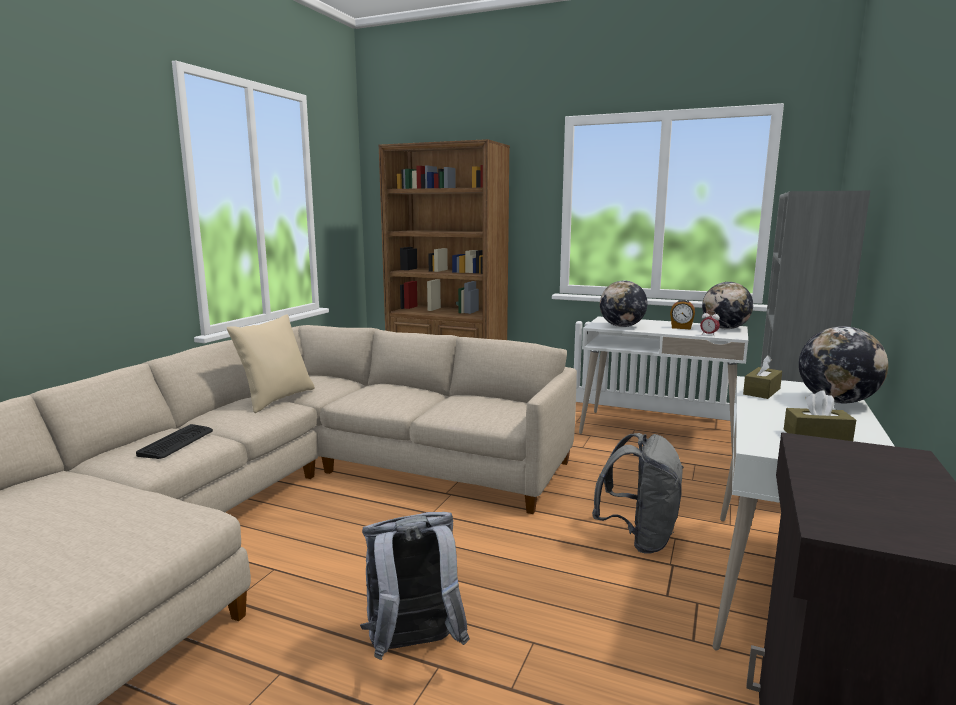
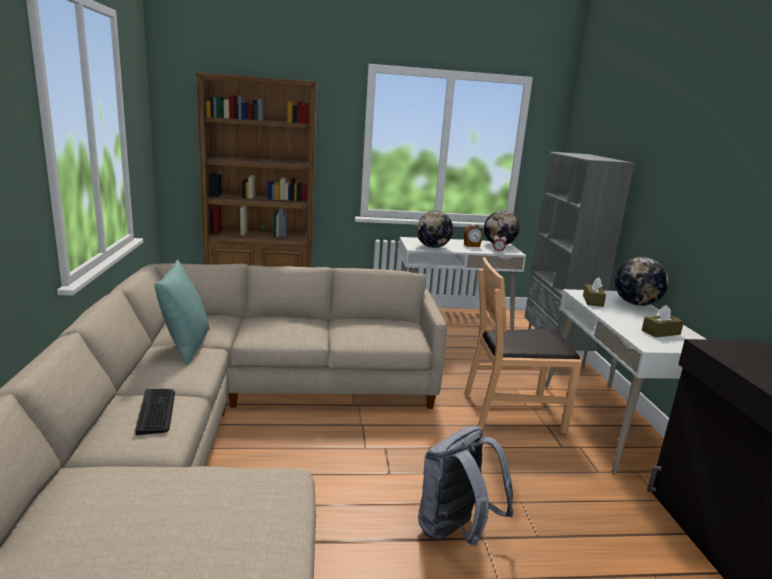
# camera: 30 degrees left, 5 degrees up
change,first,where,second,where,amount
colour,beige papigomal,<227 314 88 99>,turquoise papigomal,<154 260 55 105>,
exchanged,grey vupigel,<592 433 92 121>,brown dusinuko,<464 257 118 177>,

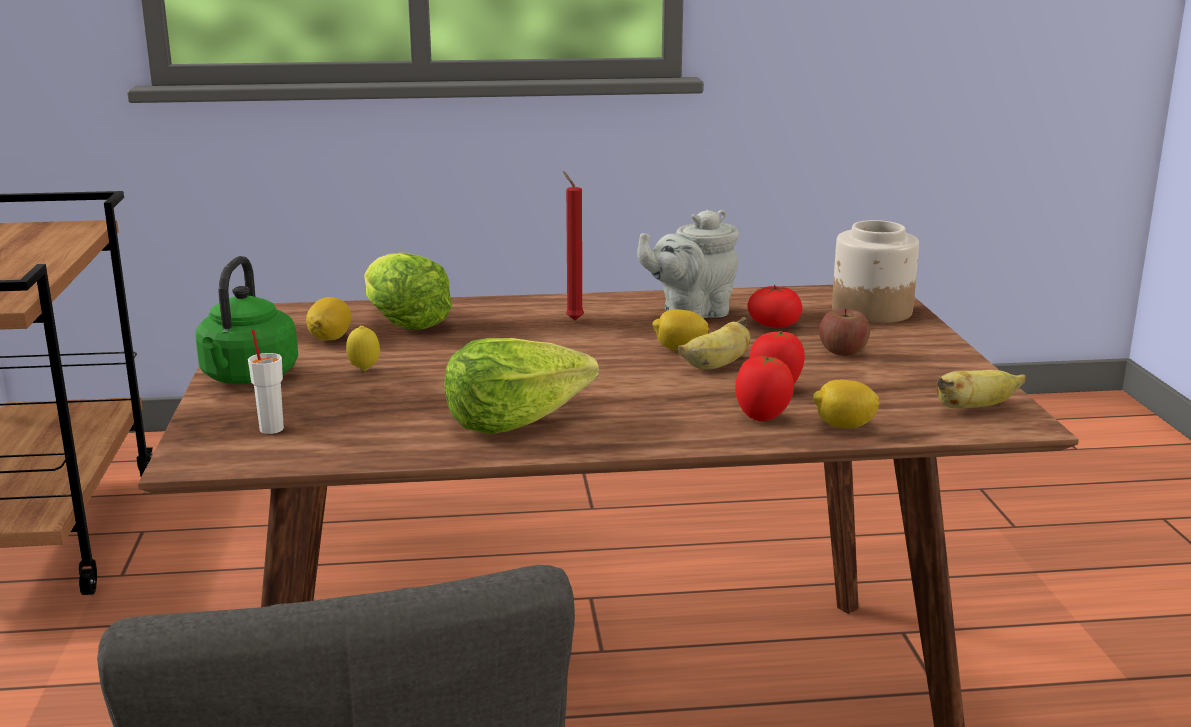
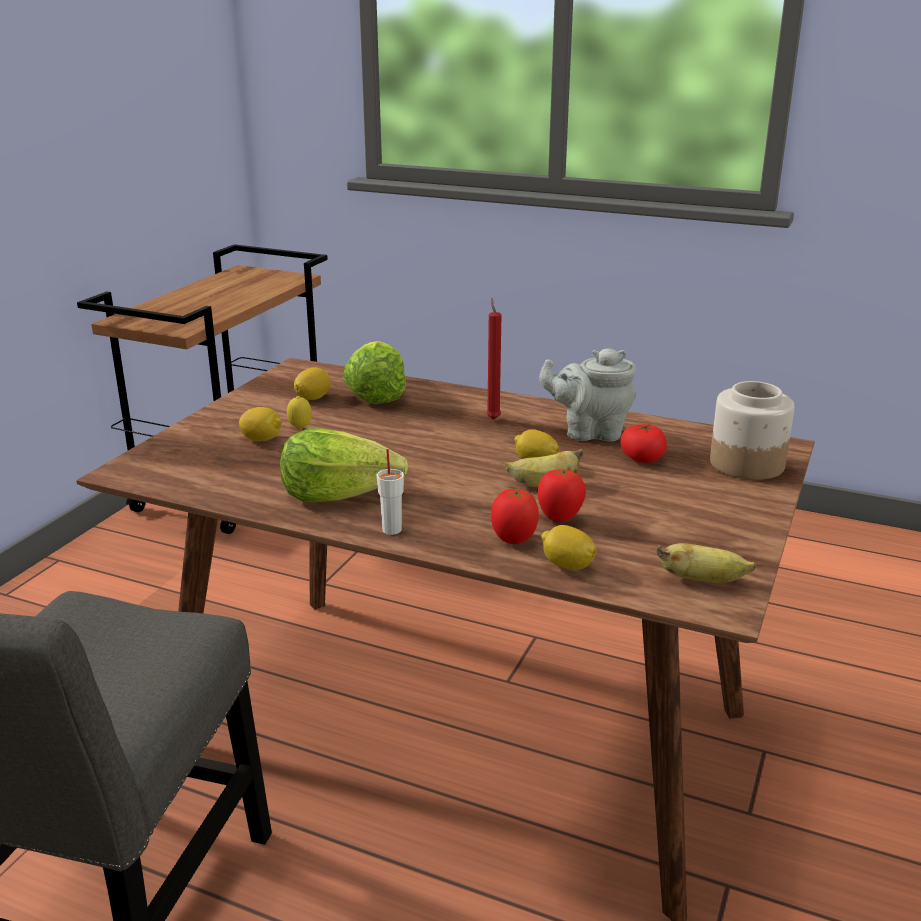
# camera: 30 degrees right, 5 degrees up
change,first,where,second,where,amount
missing,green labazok,<195 256 103 128>,,,
missing,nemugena,<819 309 51 47>,,,
relocated,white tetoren,<248 330 36 104>,,<377 449 27 86>,
appeared,,,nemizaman,<239 407 43 34>,

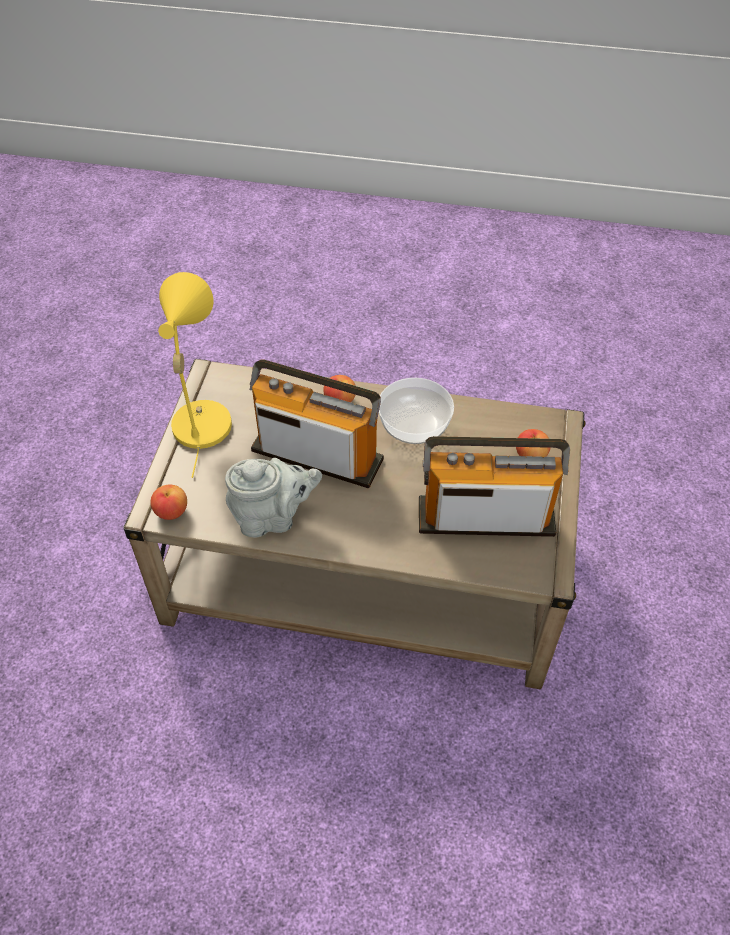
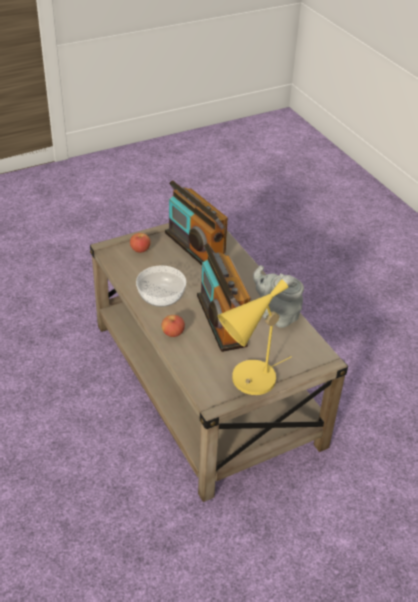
# camera: 130 degrees left, 10 degrees down
change,first,where,second,where,amount
missing,nemugena,<150 485 37 35>,,,

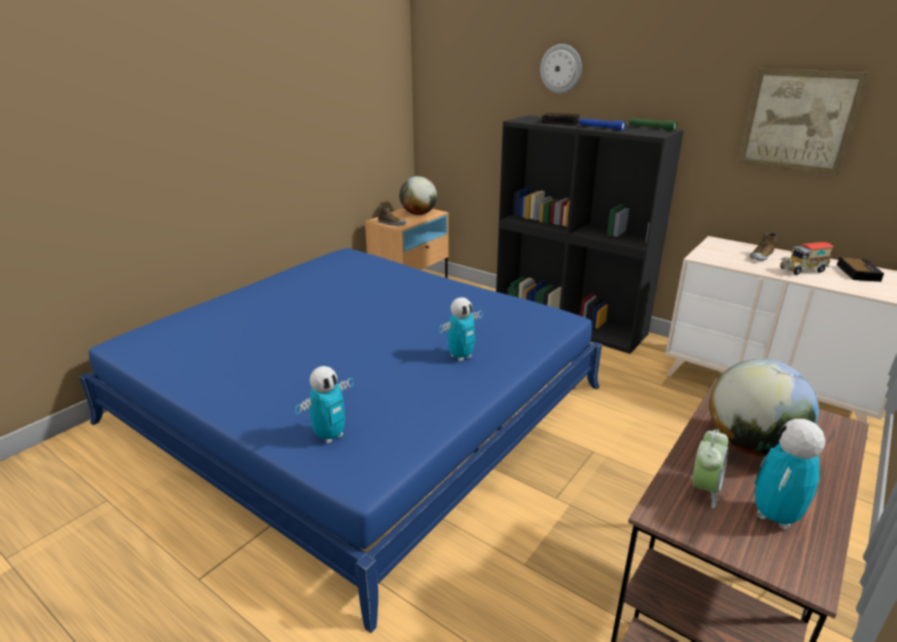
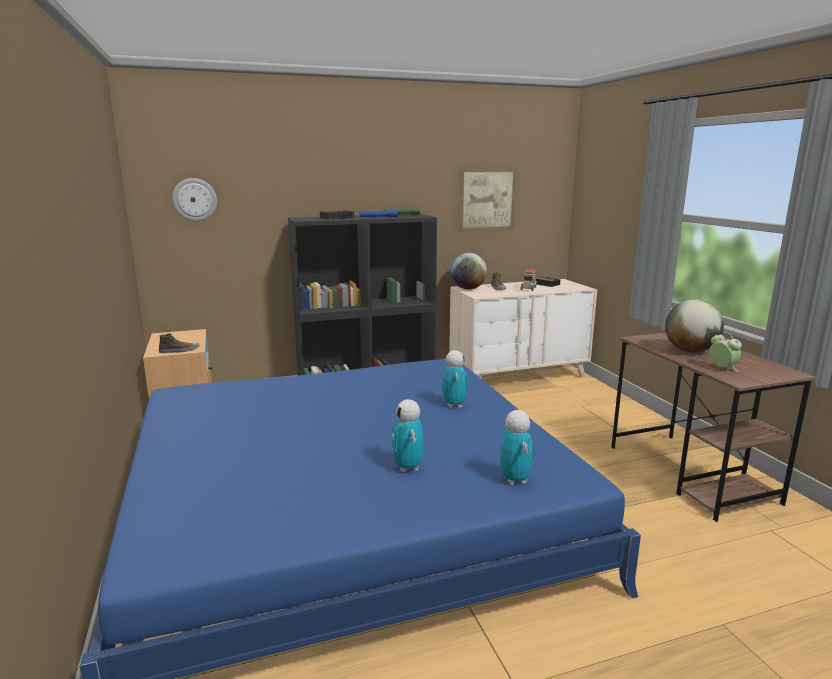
# camera: 55 degrees left, 10 degrees down
change,first,where,second,where,amount
relocated,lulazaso,<540 44 42 49>,,<172 178 45 43>,
relocated,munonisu,<399 176 38 39>,,<451 253 36 36>,
relocated,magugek,<754 419 71 111>,,<392 399 32 73>,

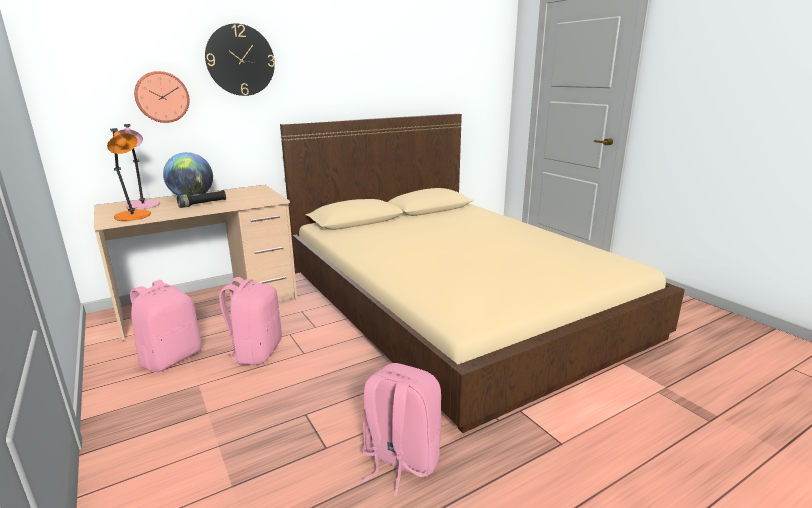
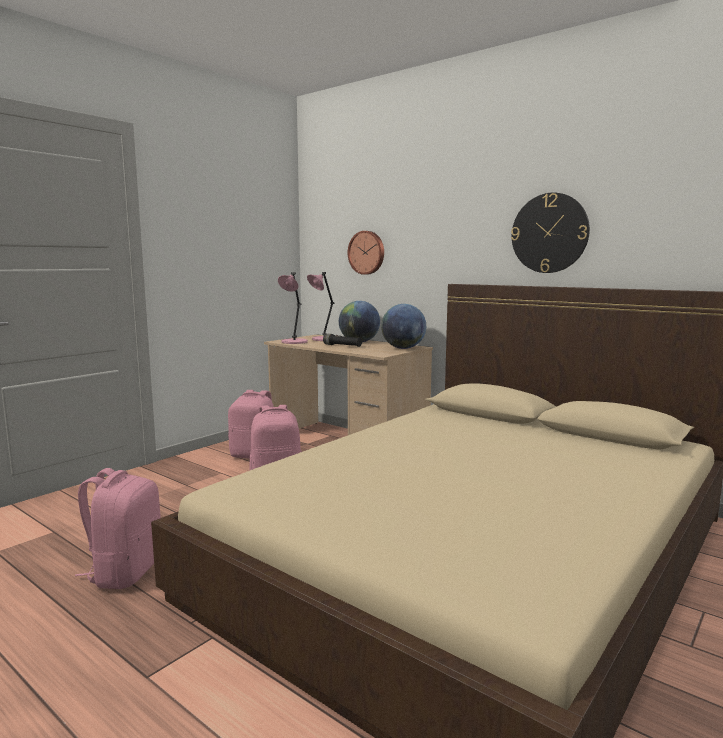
# camera: 70 degrees right, 10 degrees down
change,first,where,second,where,amount
relocated,lulazaso,<205 23 70 73>,,<511 193 79 80>,
colour,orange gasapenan,<107 128 44 93>,pink gasapenan,<278 272 30 72>,
appeared,,,munonisu,<381 304 45 45>,

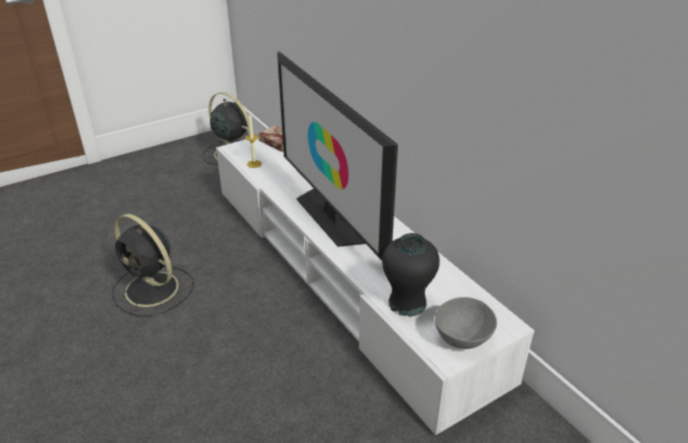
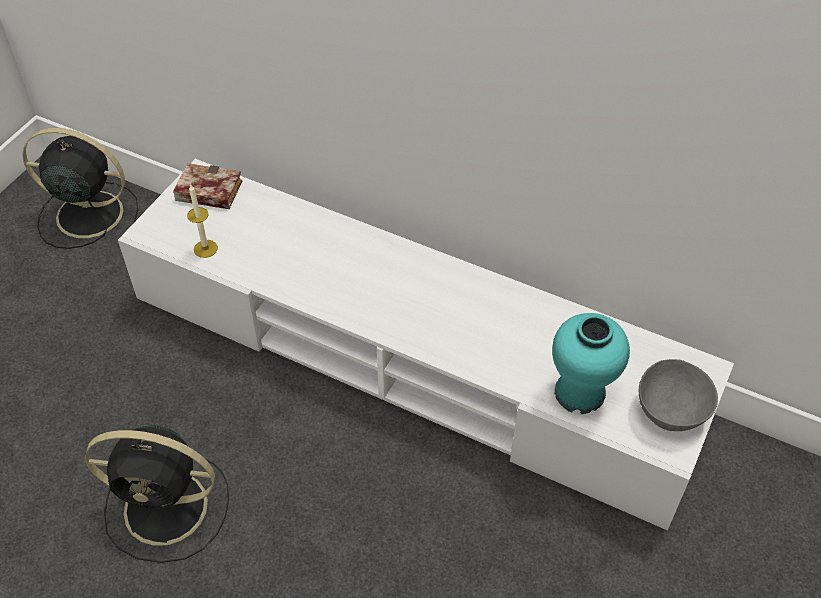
# camera: 30 degrees left, 15 degrees up
change,first,where,second,where,amount
missing,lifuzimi,<277 51 121 209>,,,
colour,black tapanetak,<382 233 58 84>,turquoise tapanetak,<552 313 78 101>,

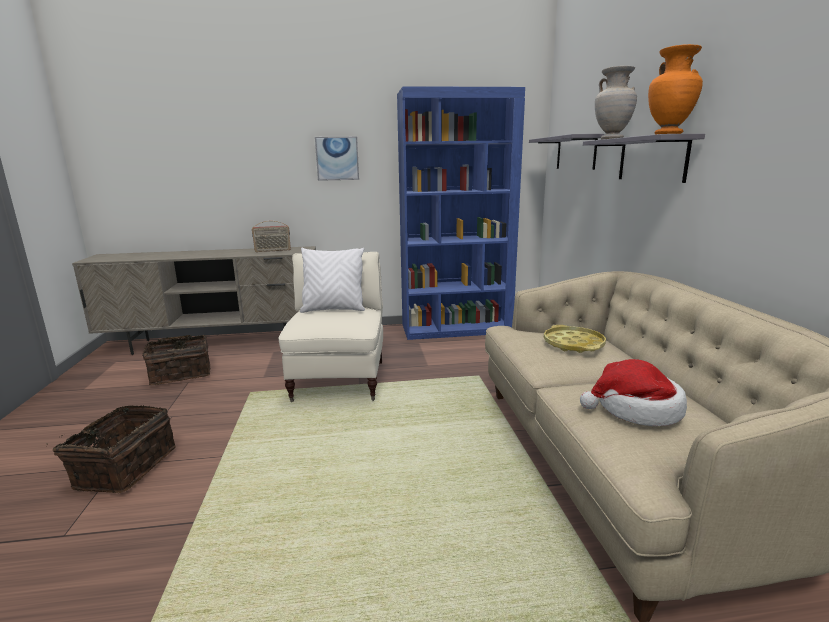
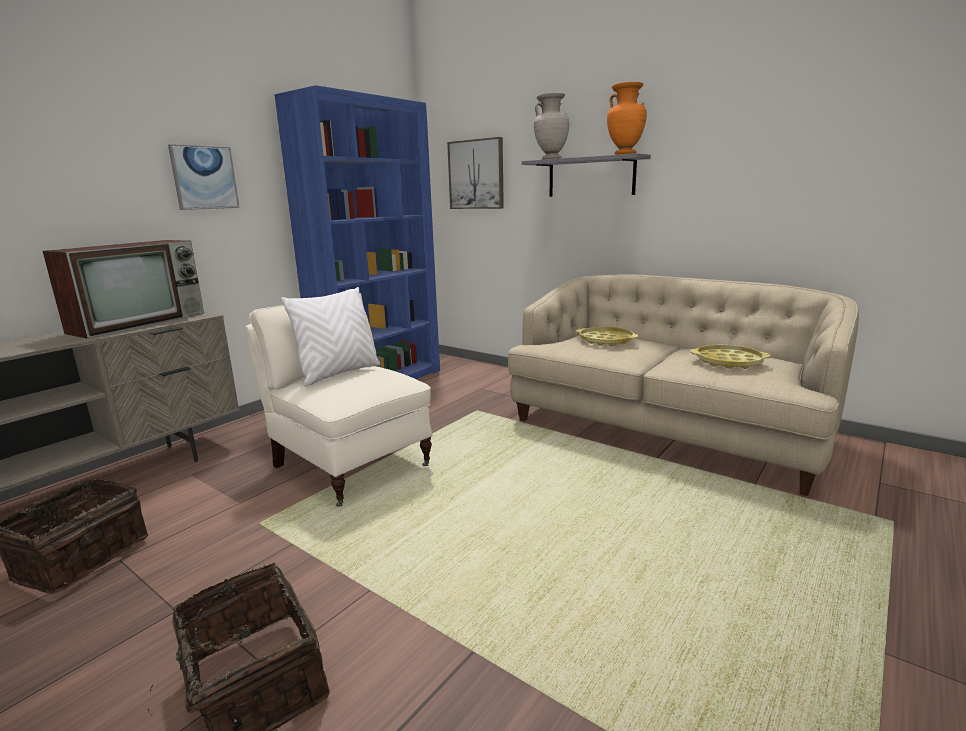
# camera: 45 degrees left, 0 degrees up
change,first,where,second,where,amount
exchanged,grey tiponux,<529 134 76 36>,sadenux,<447 137 57 72>,
exchanged,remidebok,<252 221 39 31>,lifuzimi,<43 240 161 99>,
exchanged,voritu,<580 359 107 67>,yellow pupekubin,<690 345 81 24>,

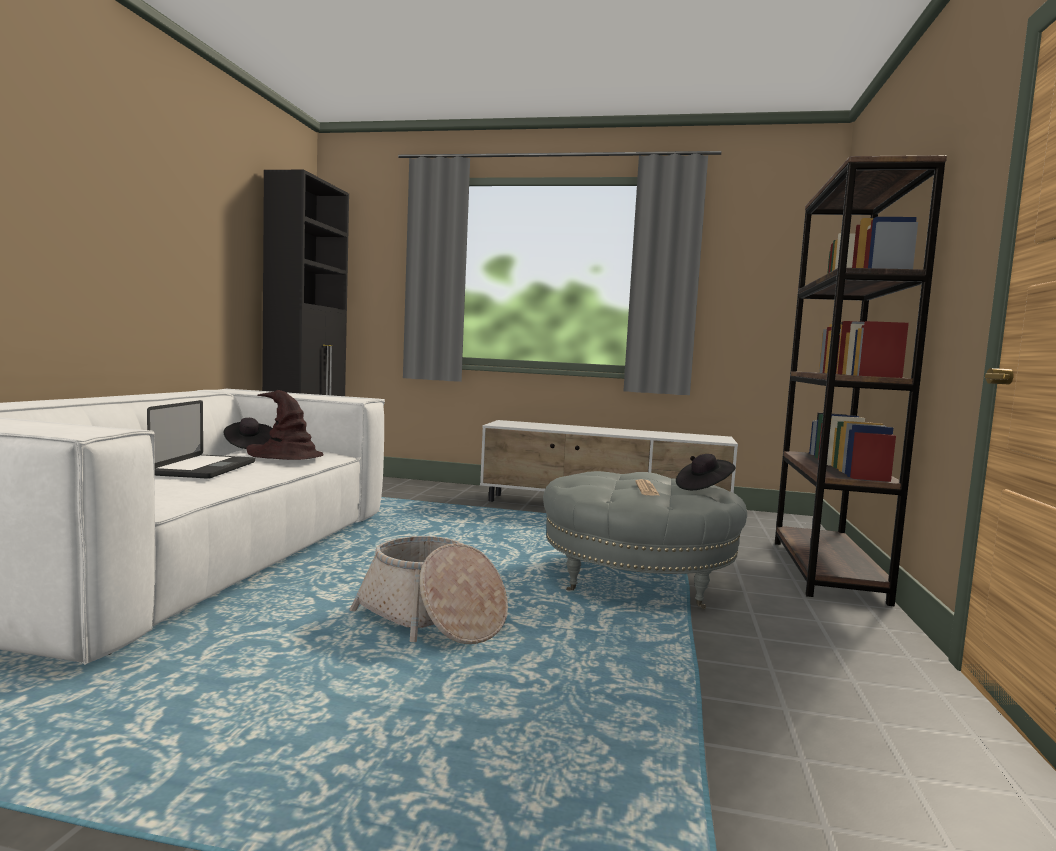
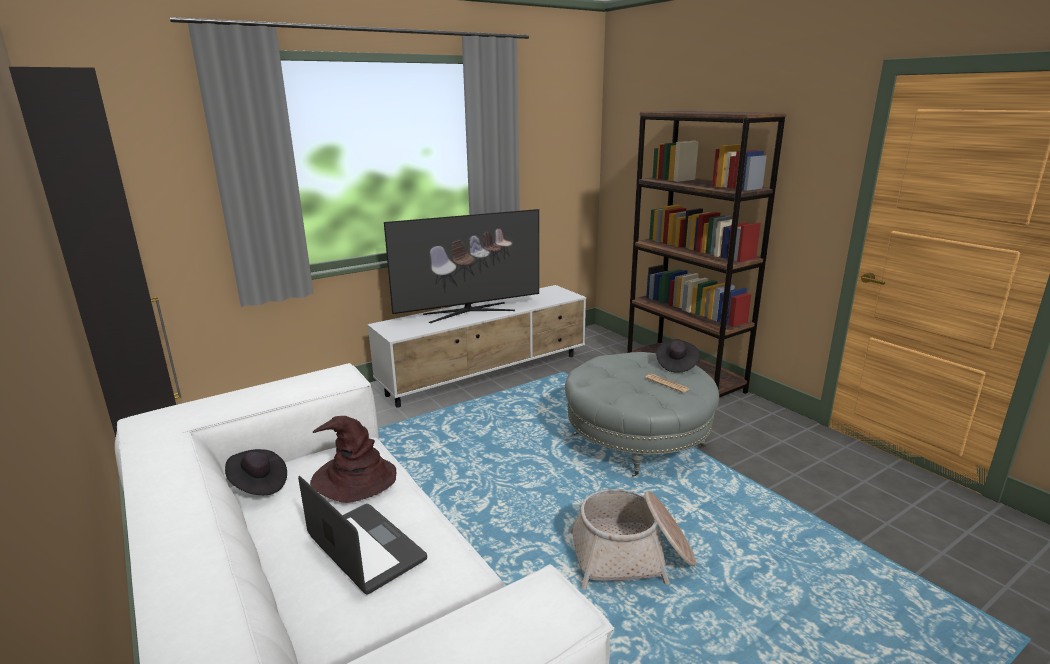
# camera: 45 degrees left, 15 degrees up
change,first,where,second,where,amount
appeared,,,lifuzimi,<384 209 155 114>,

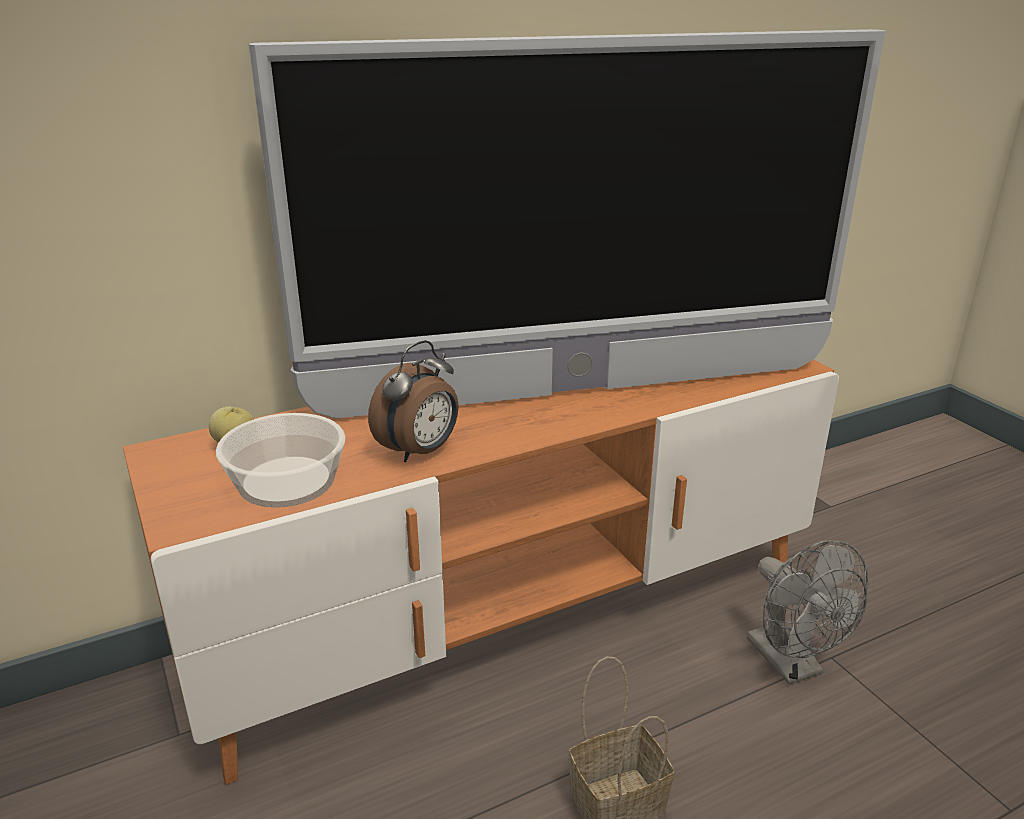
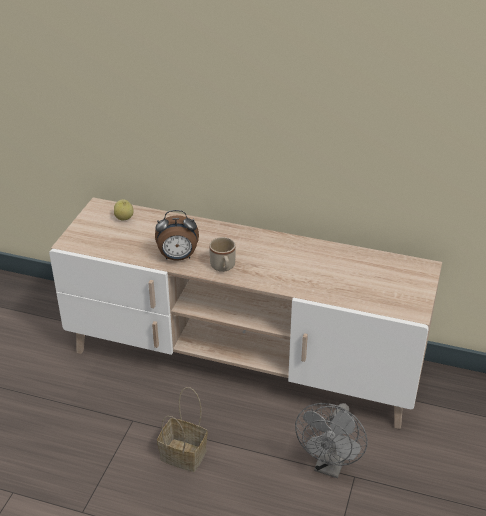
# camera: 45 degrees right, 10 degrees up
change,first,where,second,where,amount
missing,lifuzimi,<248 29 637 390>,,,
colour,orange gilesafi,<123 360 716 425>,beige gilesafi,<49 197 393 232>,
missing,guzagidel,<216 413 129 95>,,,
appeared,,,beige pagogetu,<209 237 27 35>,

